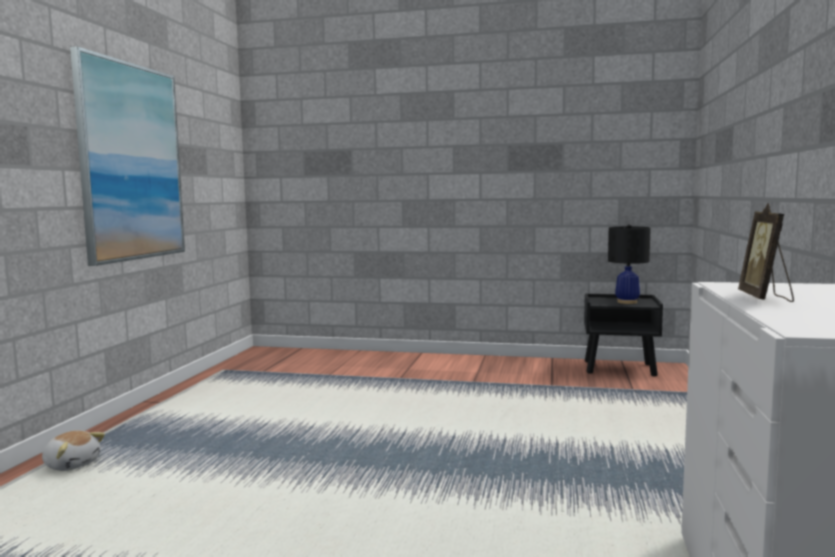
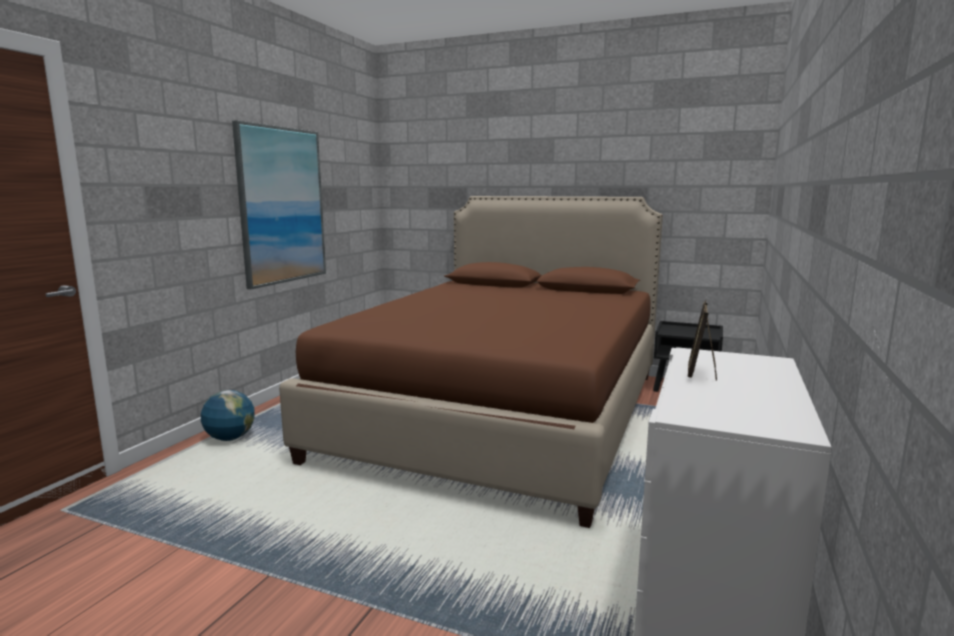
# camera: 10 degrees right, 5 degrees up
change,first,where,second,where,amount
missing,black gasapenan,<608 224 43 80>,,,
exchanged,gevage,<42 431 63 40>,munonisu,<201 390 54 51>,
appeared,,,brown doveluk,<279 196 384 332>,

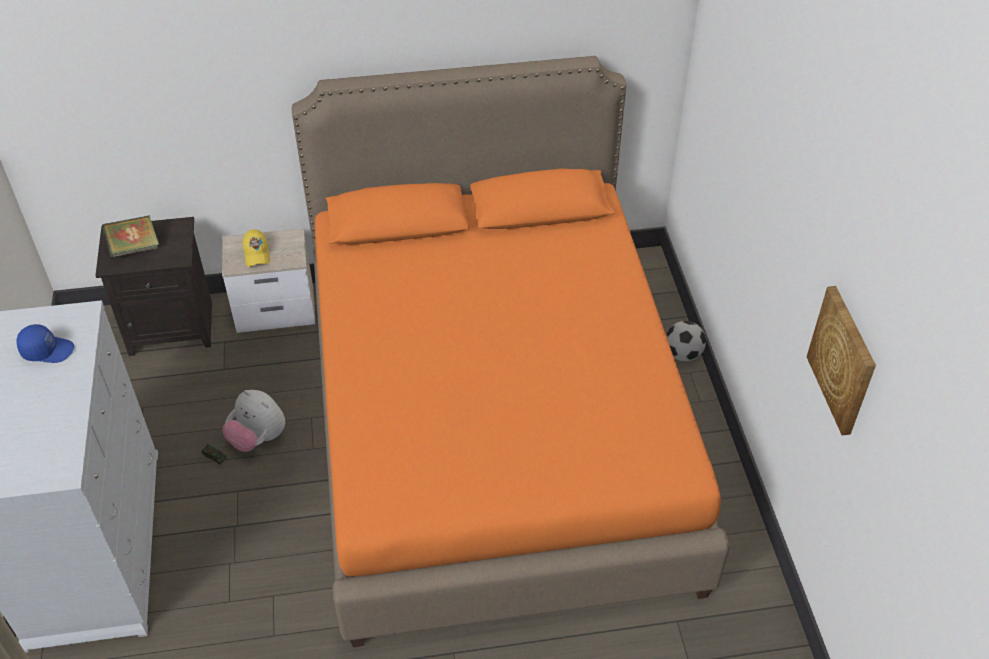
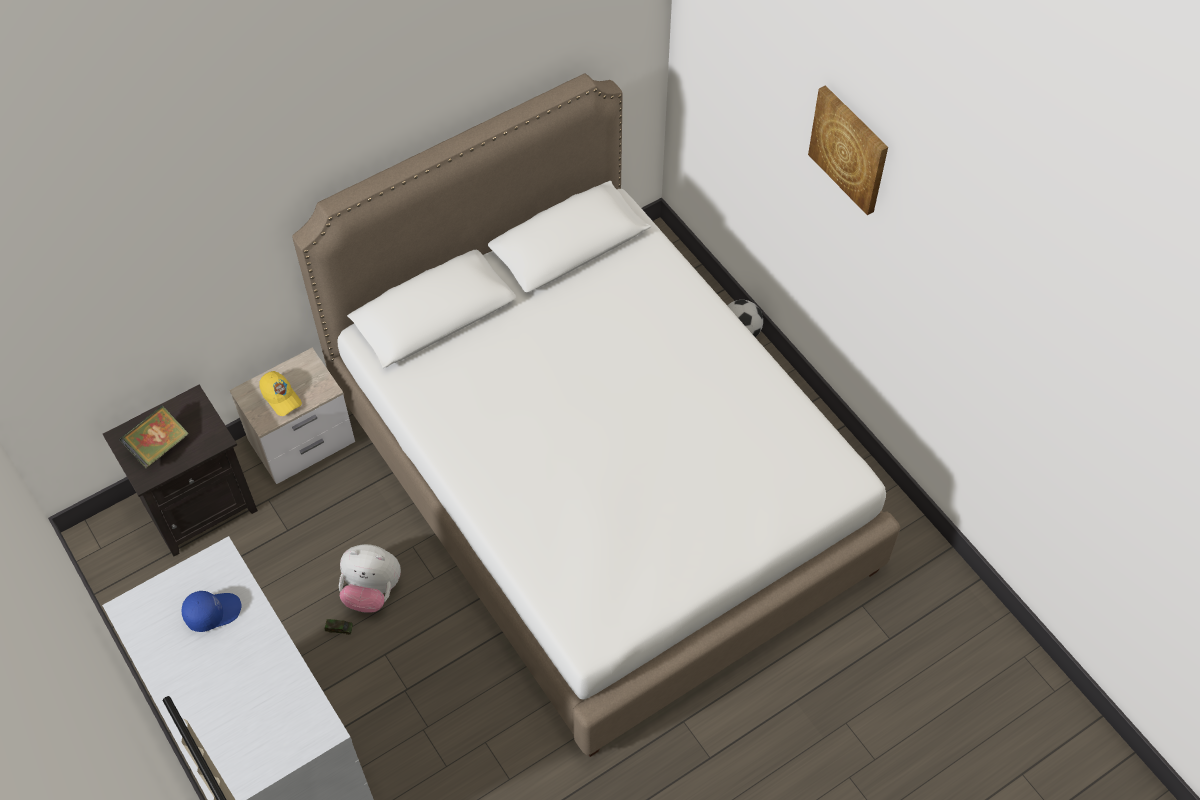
# camera: 25 degrees left, 10 degrees up
change,first,where,second,where,amount
colour,orange doveluk,<292 56 438 591>,white doveluk,<292 73 609 684>,
relocated,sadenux,<807 286 69 150>,,<808 85 80 130>,

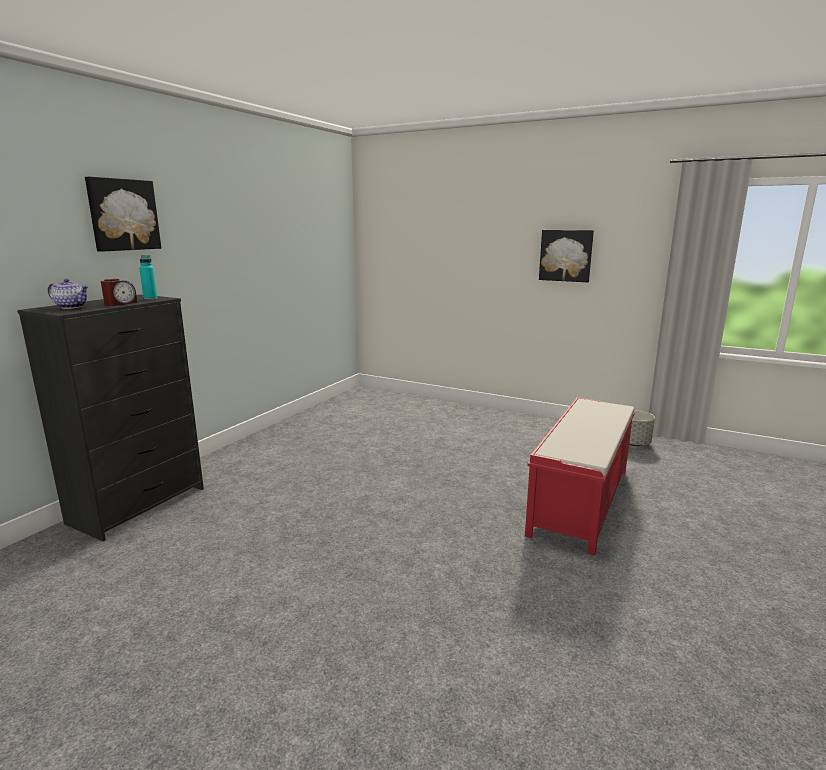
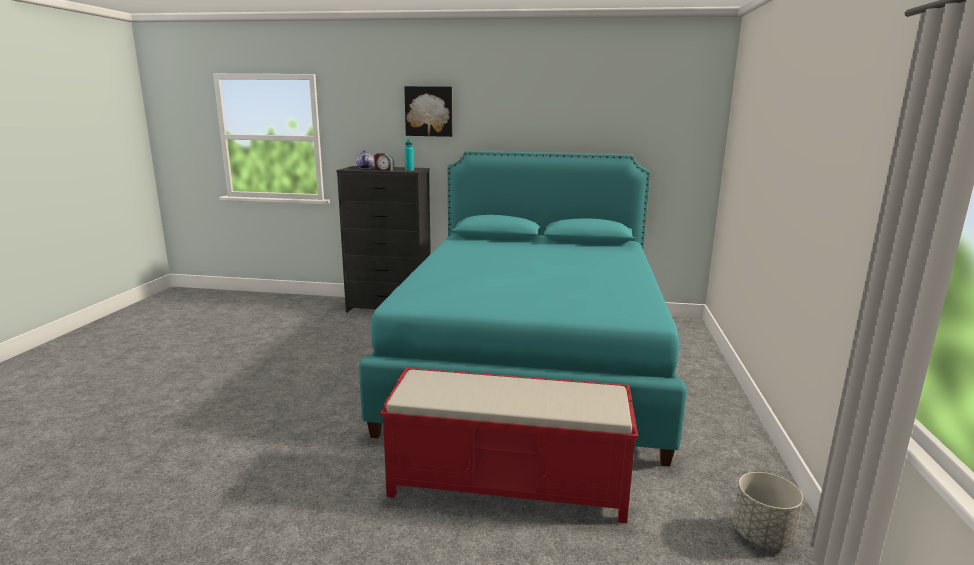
# camera: 70 degrees right, 0 degrees up
change,first,where,second,where,amount
missing,sadenux,<539 230 55 52>,,,
appeared,,,turquoise doveluk,<359 150 328 316>,

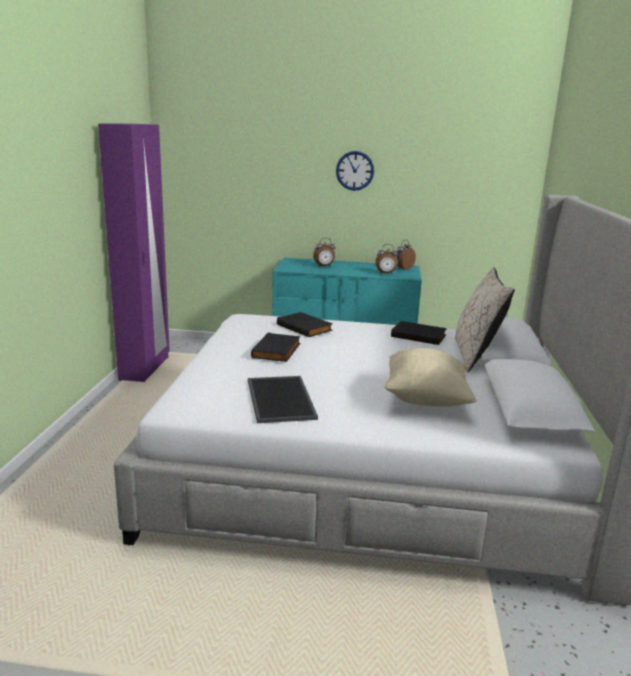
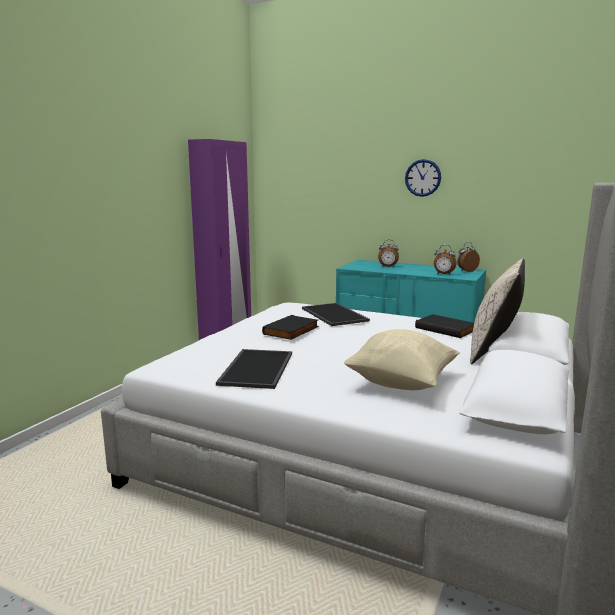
# camera: 20 degrees right, 5 degrees down
change,first,where,second,where,amount
exchanged,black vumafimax,<277 312 56 25>,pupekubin,<302 303 68 23>,

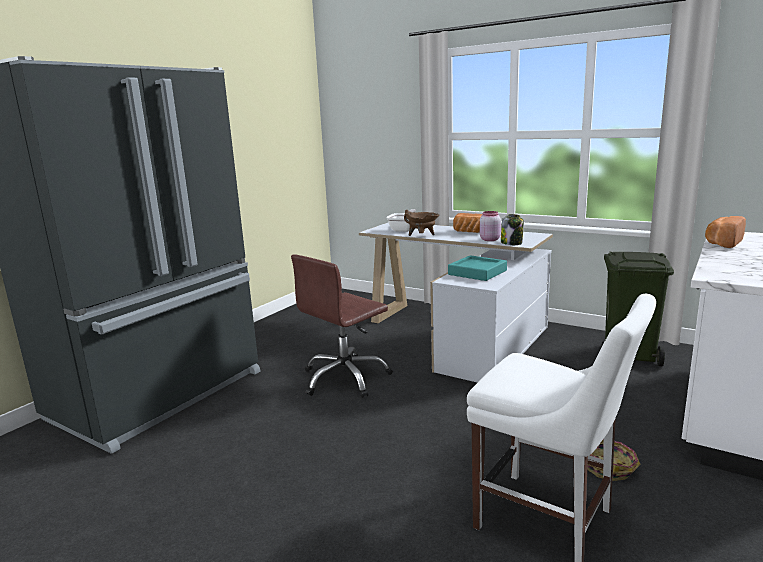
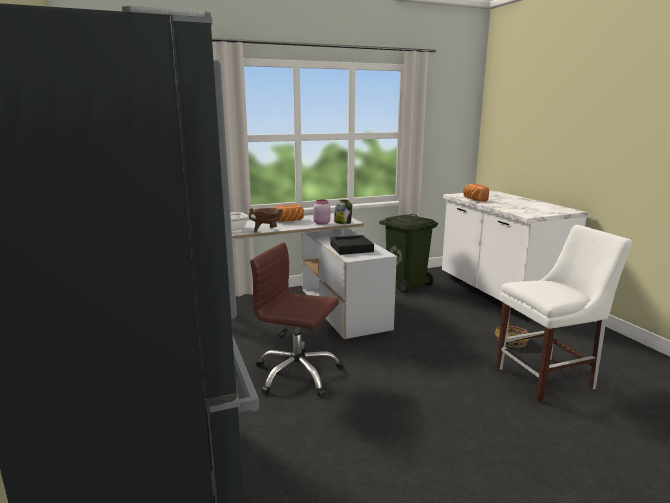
# camera: 55 degrees left, 0 degrees up
change,first,where,second,where,amount
spun,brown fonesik,<291 254 102 144>,,<250 242 94 154>,120 degrees clockwise
colour,turquoise pupekubin,<448 255 59 26>,black pupekubin,<330 235 44 20>,

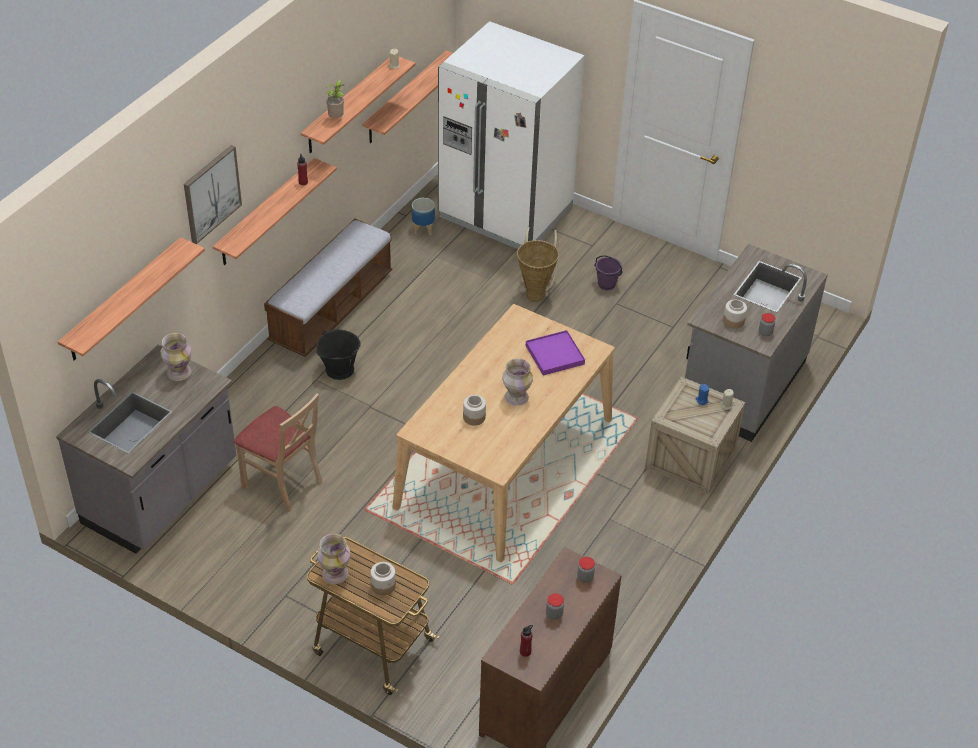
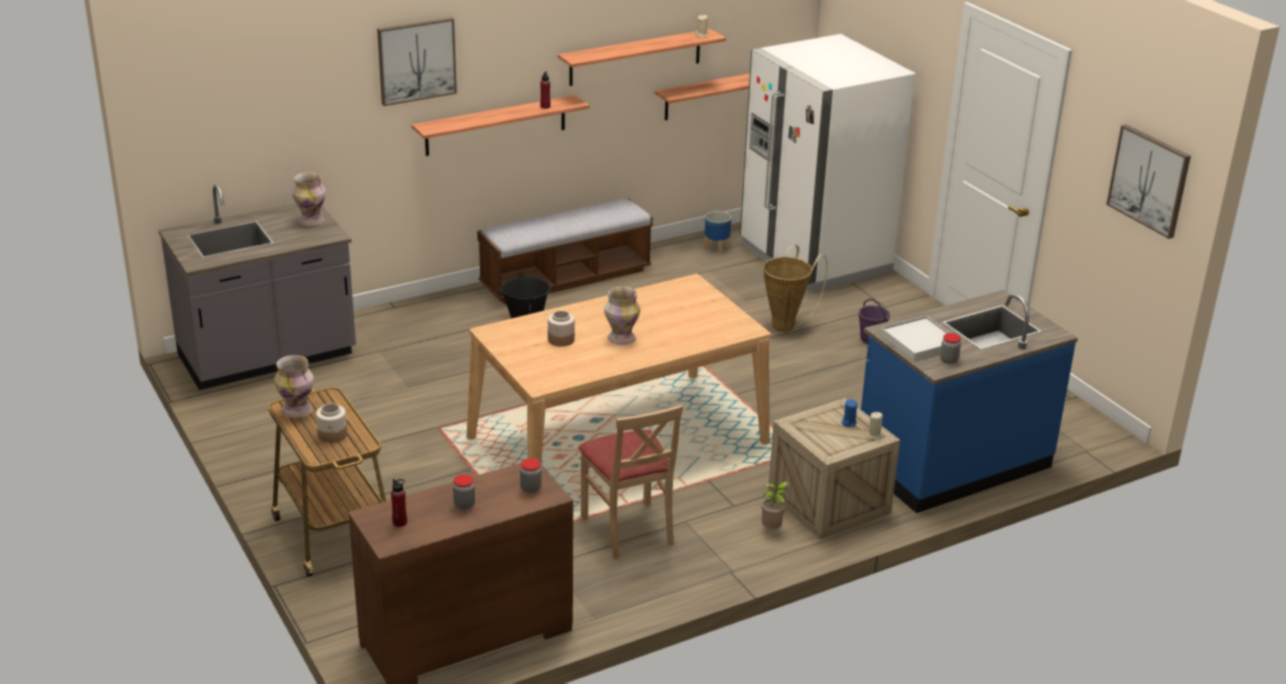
# camera: 30 degrees right, 15 degrees down
change,first,where,second,where,amount
relocated,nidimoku,<326 80 18 38>,,<761 482 28 47>,
missing,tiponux,<58 237 147 123>,,,
colour,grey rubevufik,<685 244 143 198>,blue rubevufik,<861 290 217 223>,
exchanged,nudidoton,<723 300 24 29>,white pupekubin,<880 315 81 46>,
missing,purple pupekubin,<526 330 59 46>,,,
relocated,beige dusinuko,<234 393 88 119>,,<579 405 104 154>,
appeared,,,sadenux,<1106 124 85 115>,

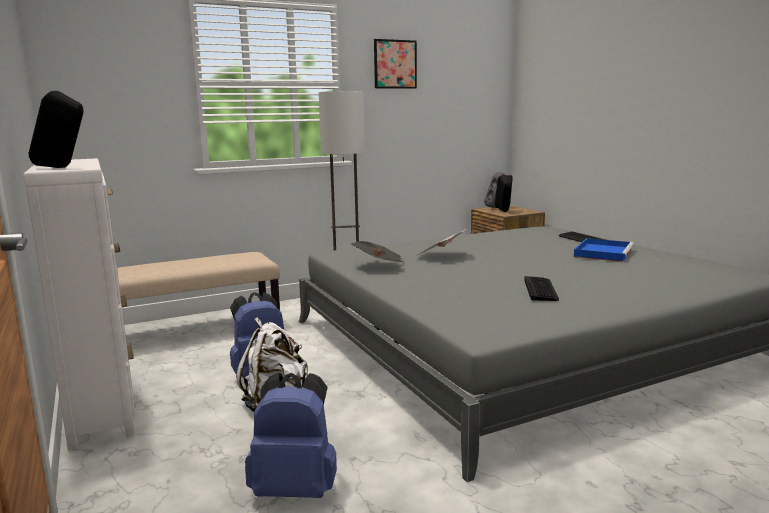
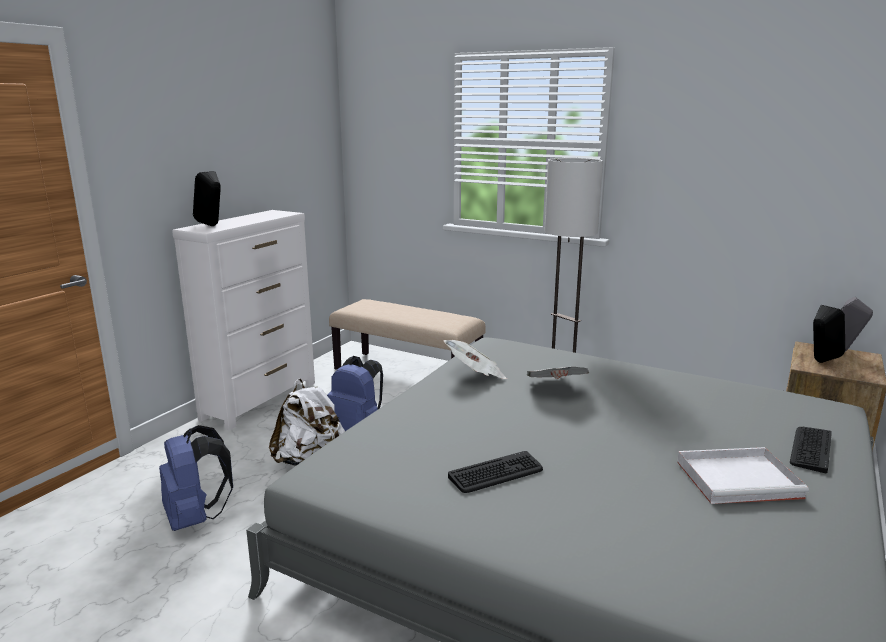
# camera: 55 degrees right, 5 degrees up
change,first,where,second,where,amount
missing,sadenux,<374 39 43 50>,,,
colour,blue pupekubin,<574 238 60 24>,white pupekubin,<677 447 132 57>,

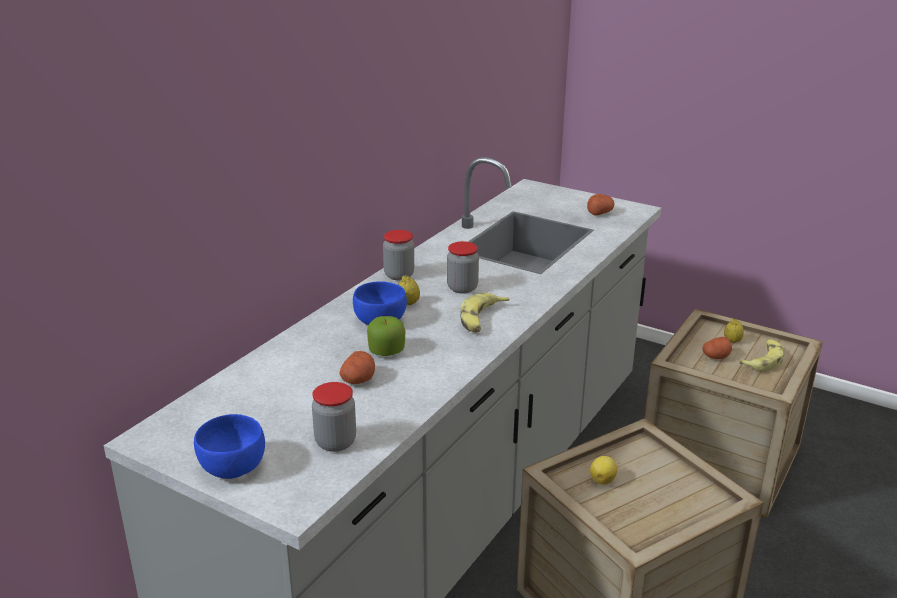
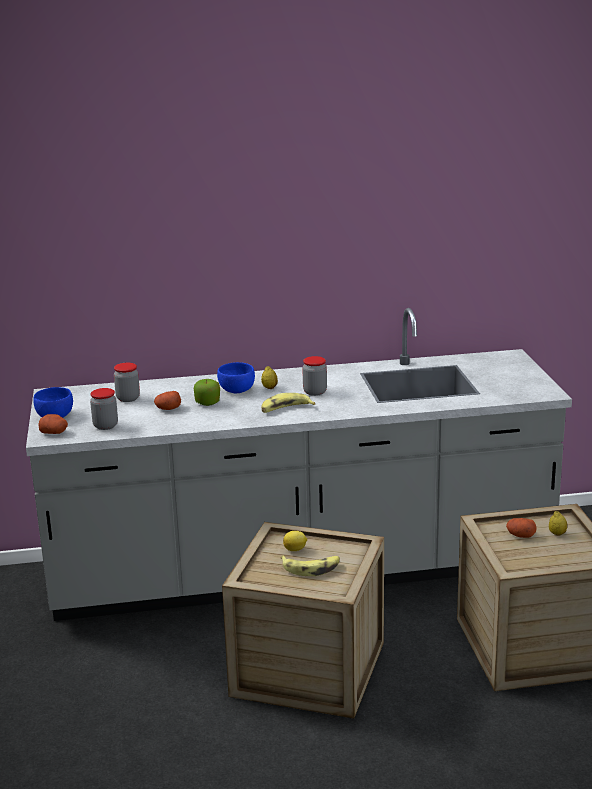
# camera: 50 degrees right, 5 degrees down
change,first,where,second,where,amount
relocated,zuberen,<587 194 27 22>,,<38 414 30 20>,
relocated,nudidoton,<383 230 31 50>,,<114 363 26 39>,
relocated,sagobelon,<739 339 45 32>,,<281 555 59 21>,

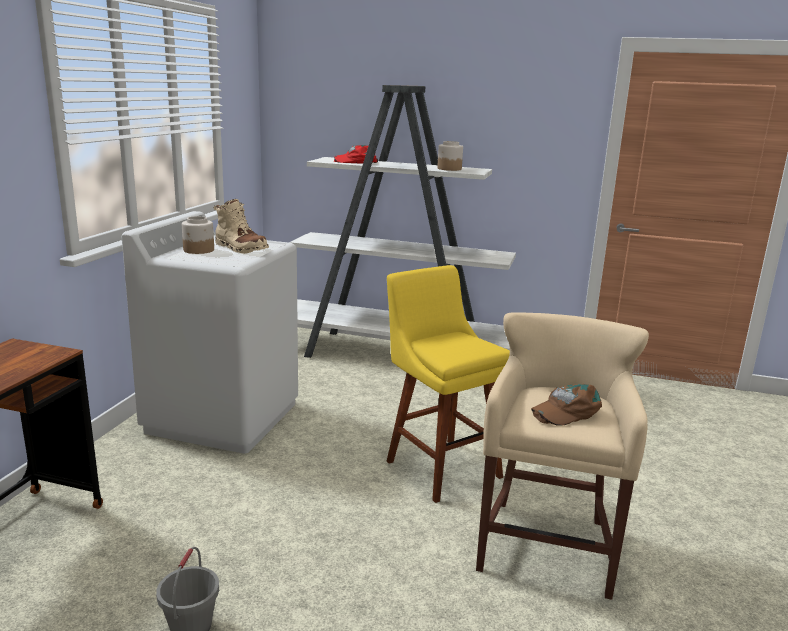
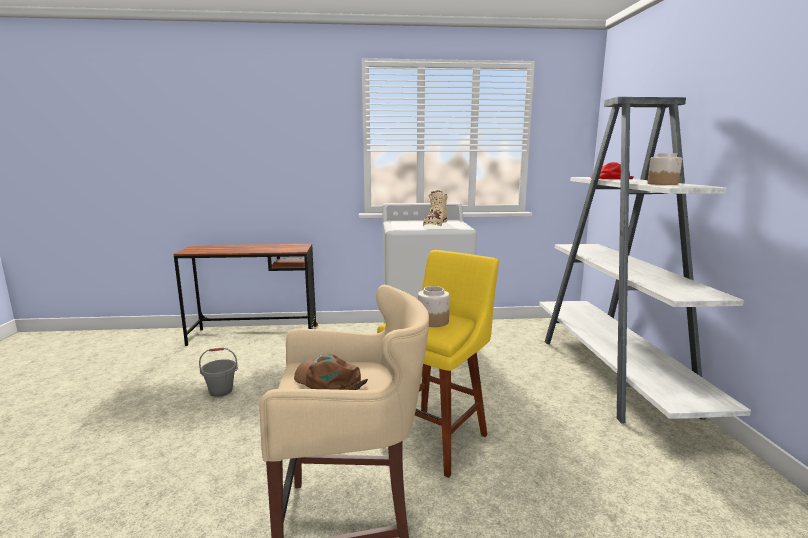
# camera: 70 degrees right, 5 degrees down
change,first,where,second,where,amount
relocated,nudidoton,<182 216 32 38>,,<418 286 32 41>,

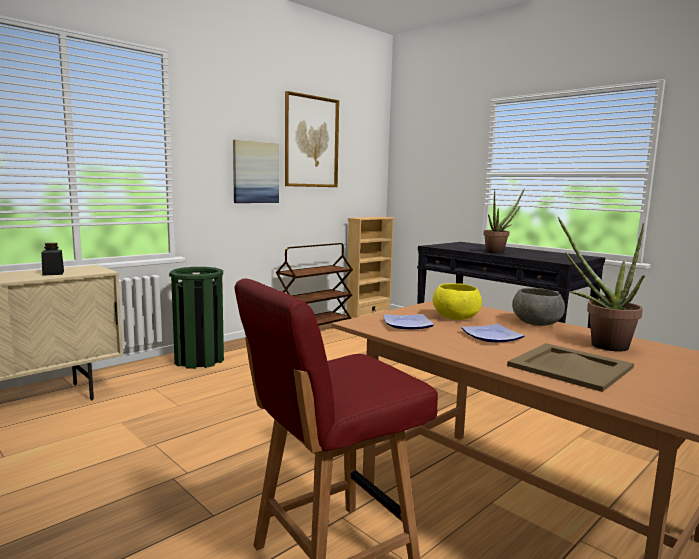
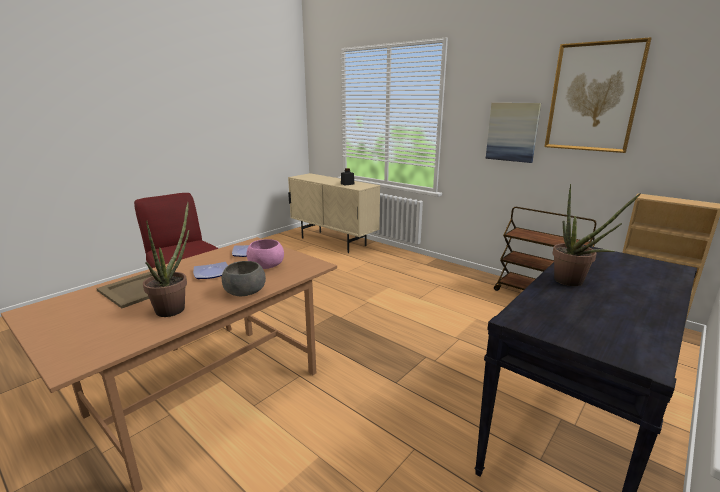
# camera: 85 degrees right, 10 degrees up
change,first,where,second,where,amount
missing,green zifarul,<169 267 55 102>,,,
colour,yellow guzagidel,<433 283 49 37>,pink guzagidel,<247 239 37 30>,

